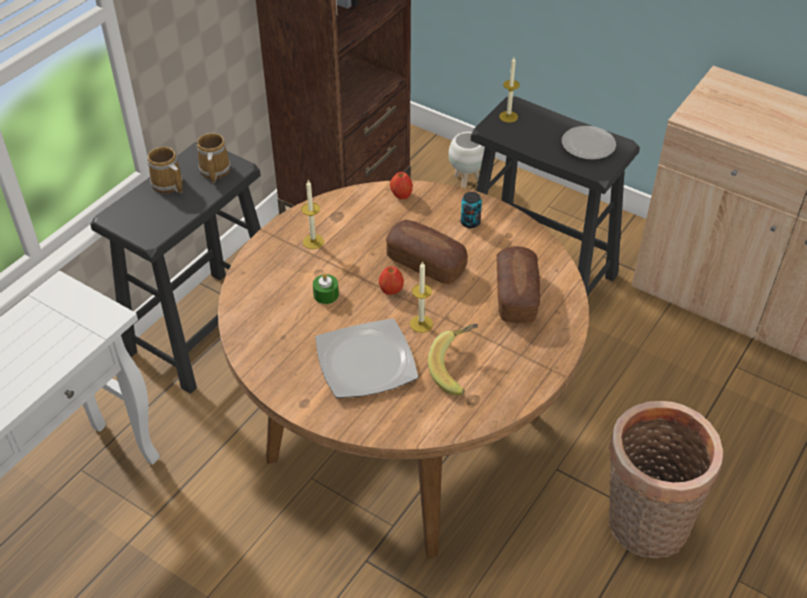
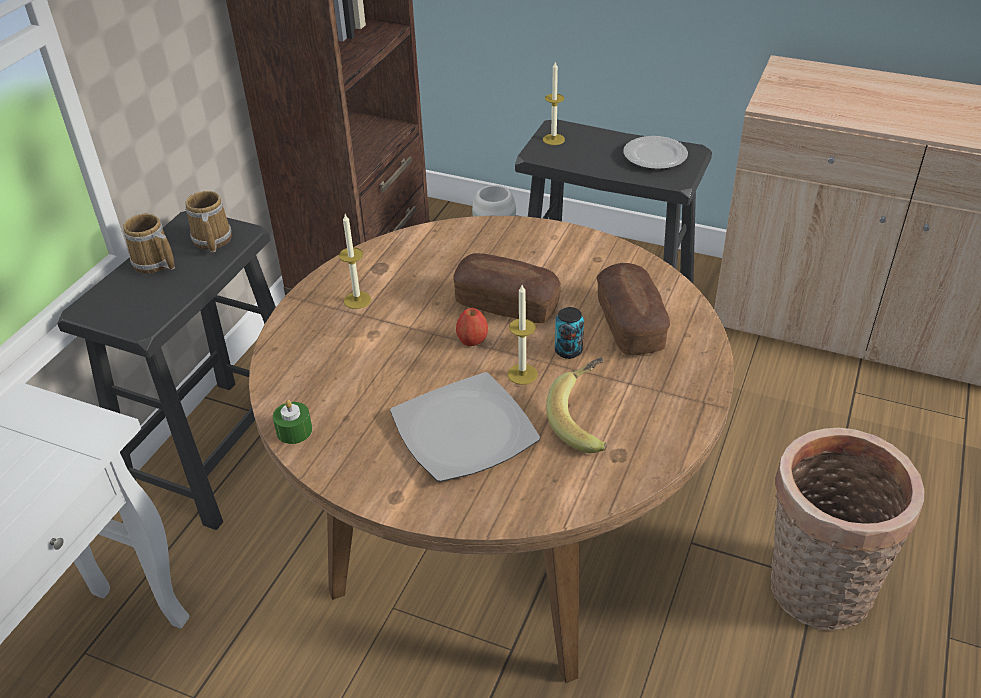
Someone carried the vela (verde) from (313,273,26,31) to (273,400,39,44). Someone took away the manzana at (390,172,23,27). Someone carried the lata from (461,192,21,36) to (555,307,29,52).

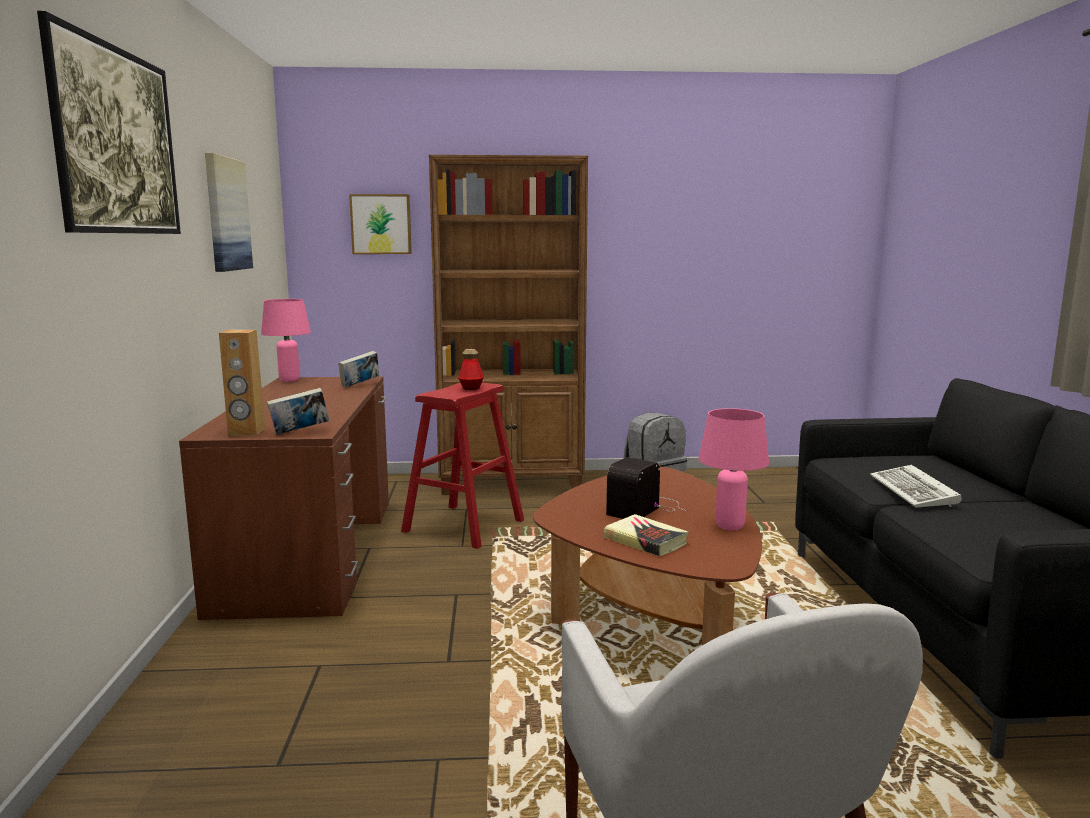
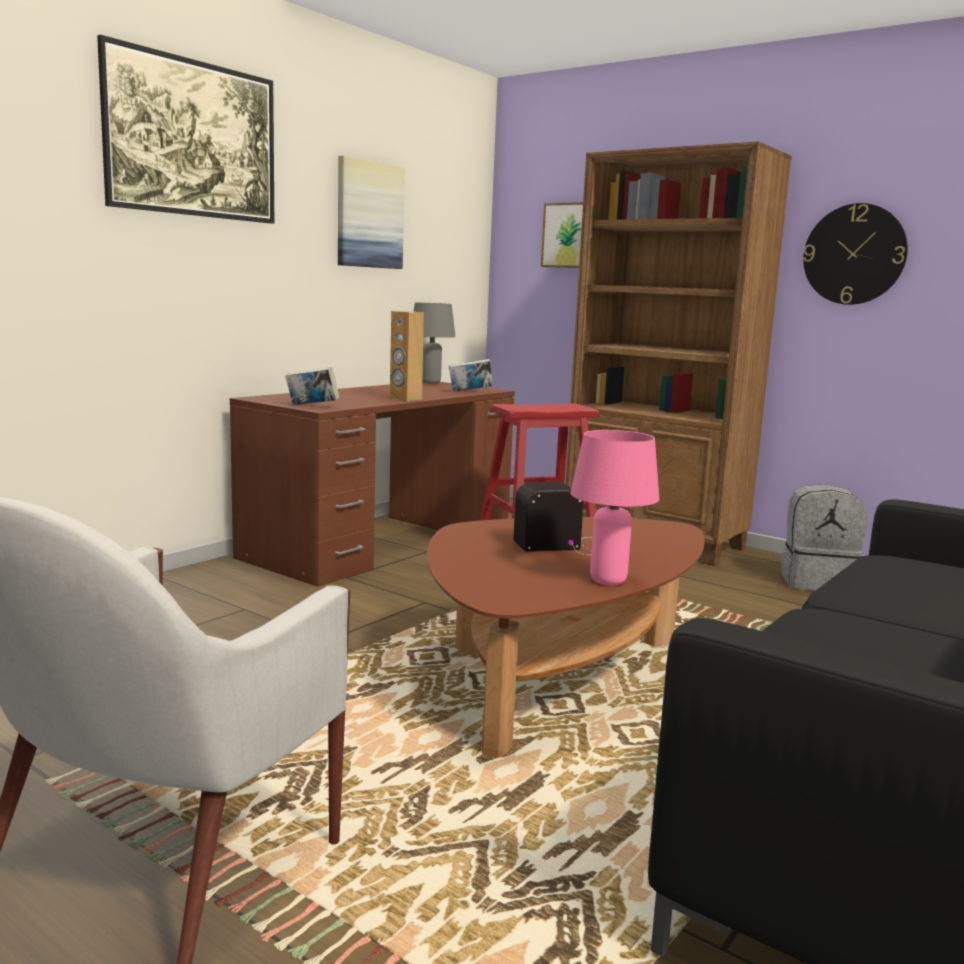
Someone carried the altavoz (marrón) from (219,330,46,106) to (390,311,34,90). Someone repainted the lámpara de mesa (rosa) at (261,299,50,83), which became the lámpara de mesa (gris) at (413,303,42,81). Someone took away the botella at (458,349,26,41). Someone took away the libro at (603,514,85,42). Someone took away the teclado at (870,465,92,42). Someone put up the reloj de pared at (803,203,105,102).

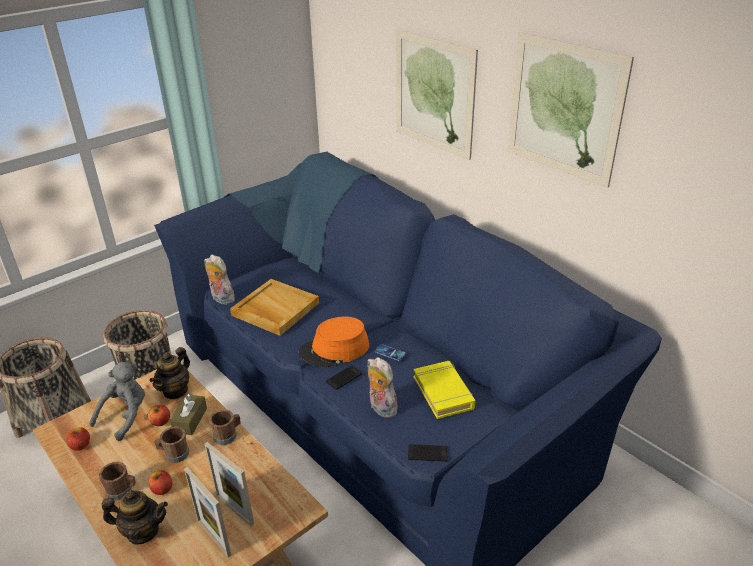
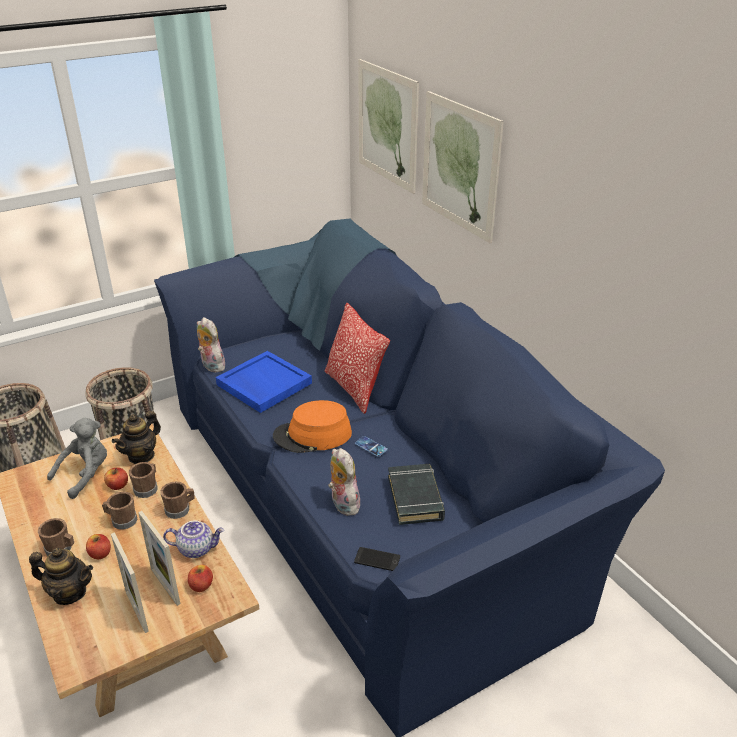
Someone carried the manzana from (67,427,23,24) to (188,565,25,27). Someone swapped the caja de pañuelos (marrón) at (170,393,37,42) for the taza grande (marrón) at (129,462,29,36). Someone repainted the bandeja (beis) at (230,279,89,57), which became the bandeja (azul) at (216,351,96,62). Someone took away the móvil at (326,365,36,25). Someone repainted the libro (amarillo) at (414,361,62,58), which became the libro (negro) at (388,464,57,61). Someone carried the cuadro from (507,32,127,156) to (358,59,61,135). Someone put down the tetera at (163,520,61,38). Someone put down the cojín at (324,302,66,112).

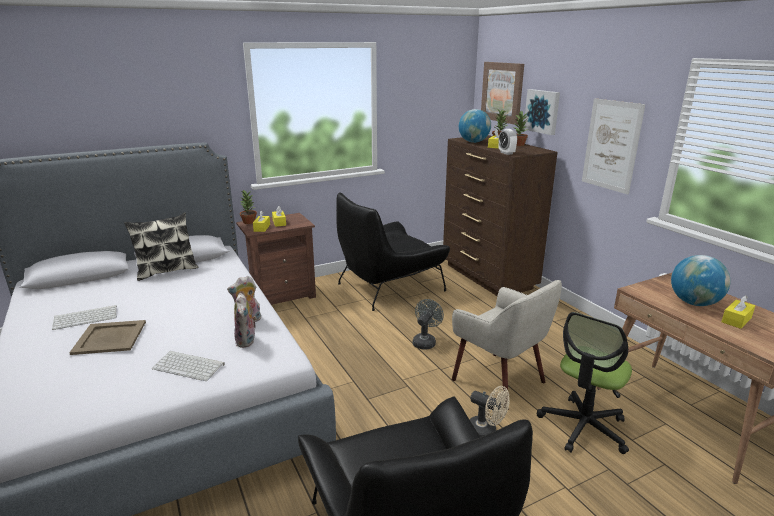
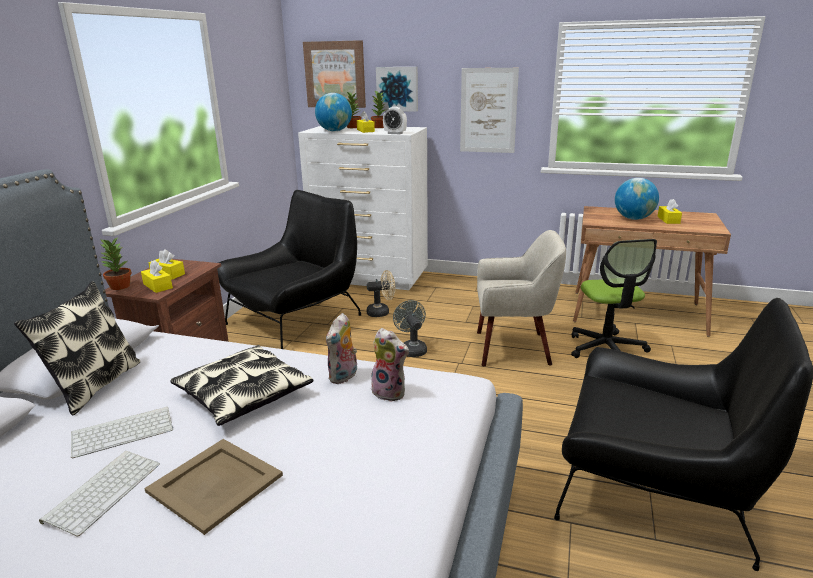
Someone carried the teclado from (152,351,73,30) to (71,407,102,51). Someone rotated the sillón (negro) at (336,193,114,118) by 150 degrees counterclockwise. Someone repainted the cómoda (marrón) at (443,135,114,161), which became the cómoda (blanco) at (298,126,130,164). Someone carried the ventilador (beis) from (470,386,40,51) to (367,270,28,47). Someone put down the cojín at (170,345,143,81).

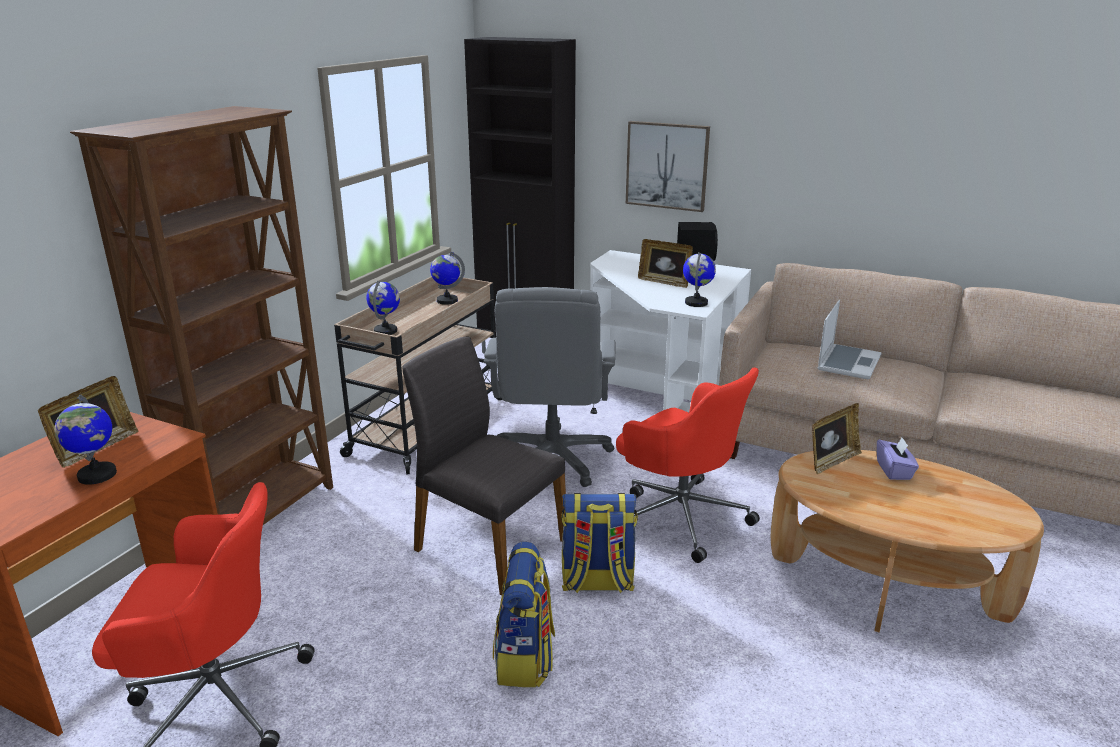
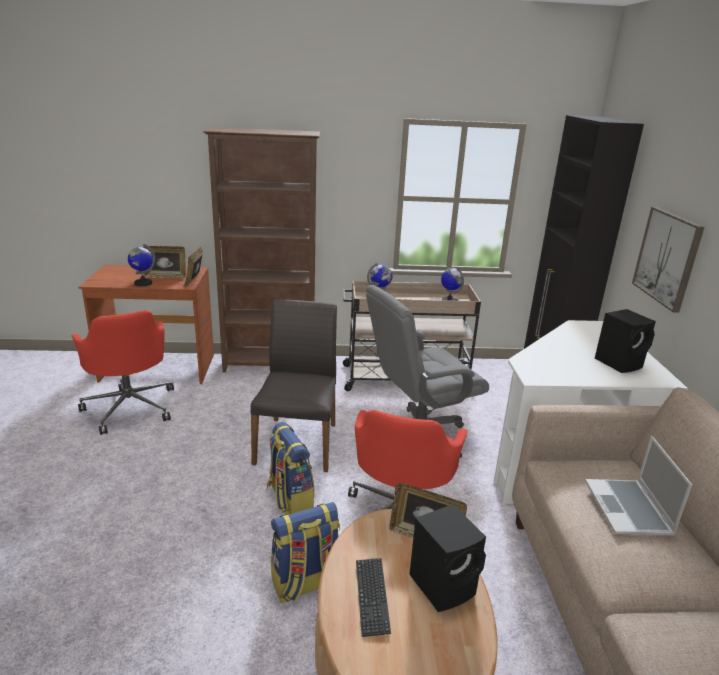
Someone carried the mochila from (493,542,62,145) to (271,502,69,101). Someone carried the portarretratos from (638,239,55,49) to (184,246,19,41). Someone took away the globo terráqueo at (683,252,33,55). Someone rotated the portátil at (817,300,65,80) by 90 degrees clockwise. Someone swapped the caja de pañuelos (morado) at (877,437,42,43) for the altavoz (negro) at (409,504,77,108). Someone put down the teclado at (356,558,35,79).

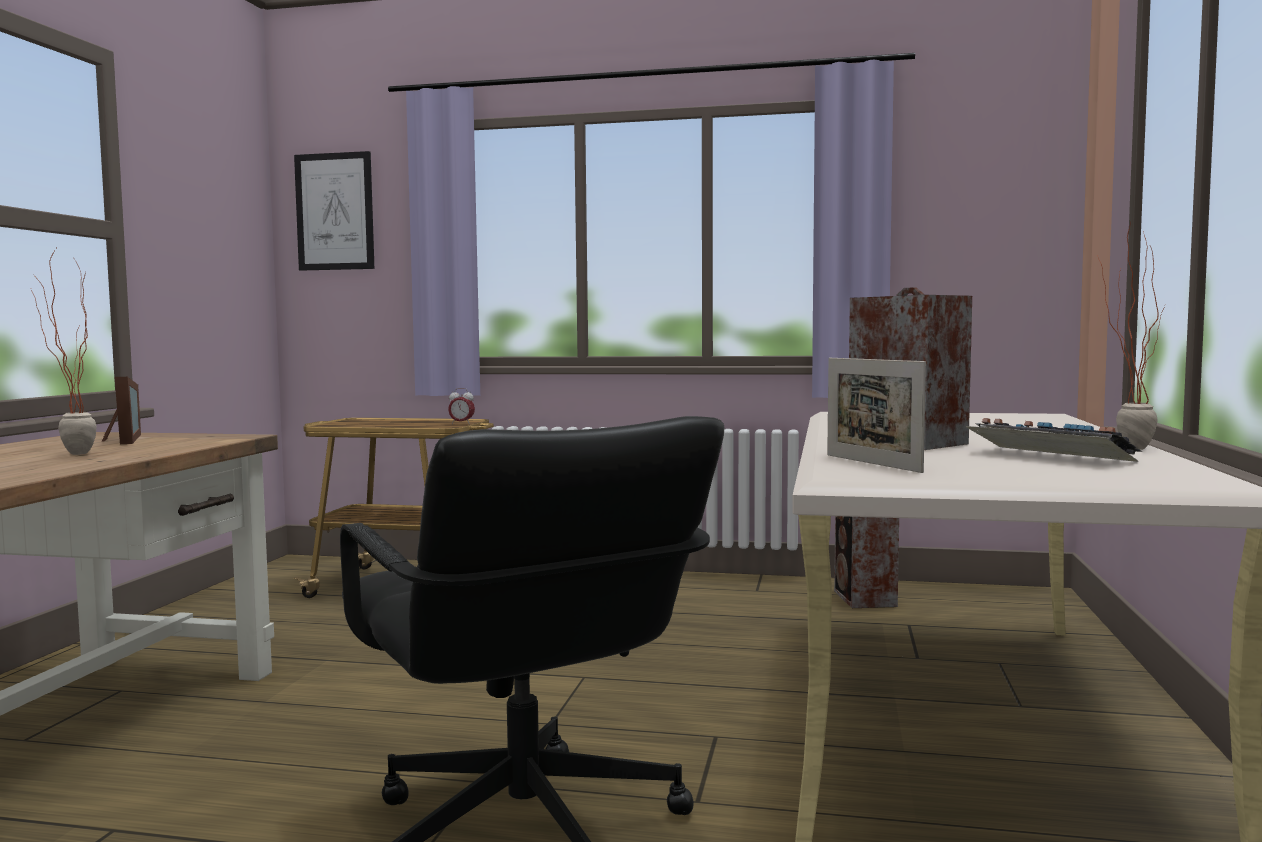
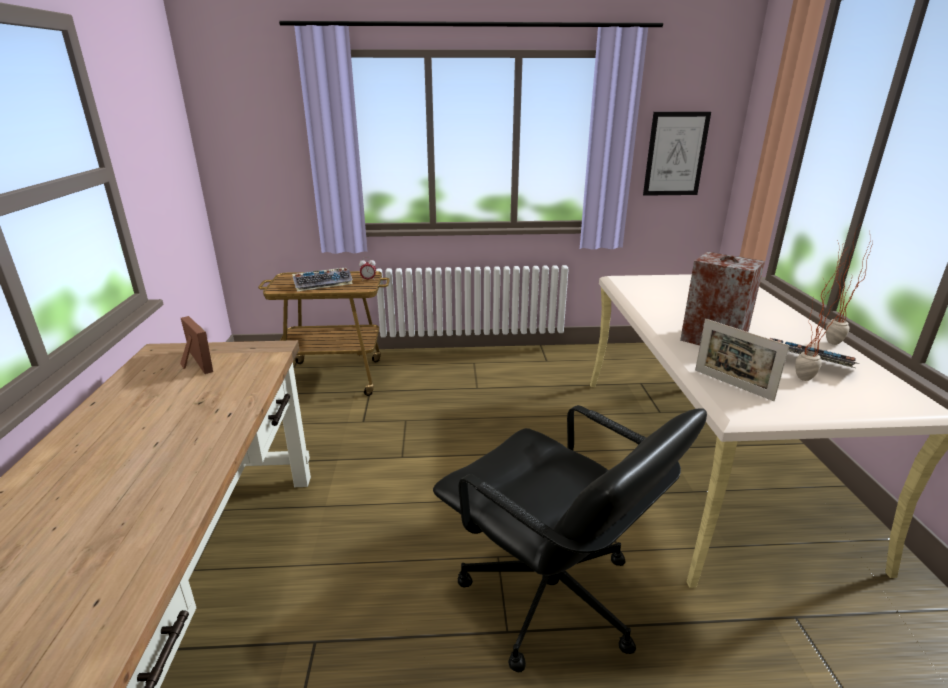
Someone carried the planta en maceta from (31,246,66,209) to (795,251,57,130). Someone carried the cuadro from (294,151,80,120) to (643,112,68,84). Someone took away the altavoz at (834,516,65,92). Someone put down the teclado at (292,268,61,24).

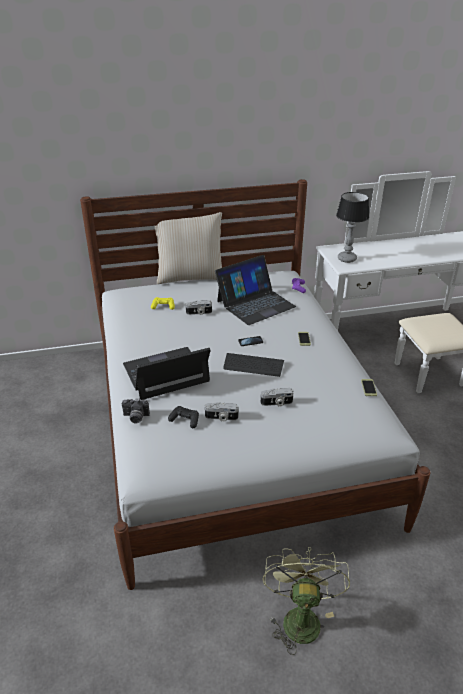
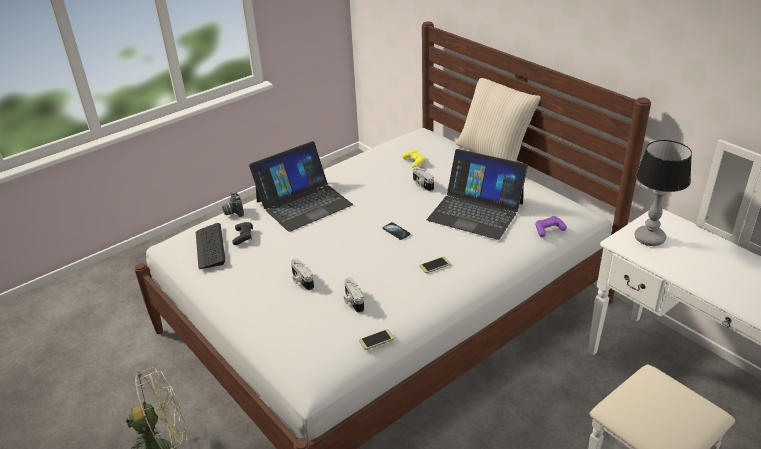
Someone rotated the portátil at (123,347,88,53) by 105 degrees clockwise. Someone carried the cámara from (205,402,34,20) to (344,277,20,36). Someone carried the teclado from (223,353,61,24) to (196,223,30,46).

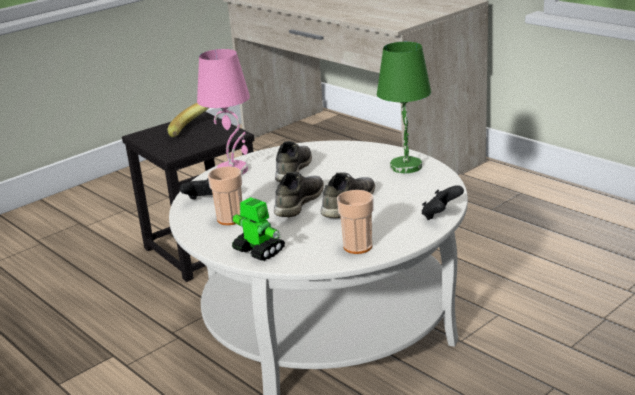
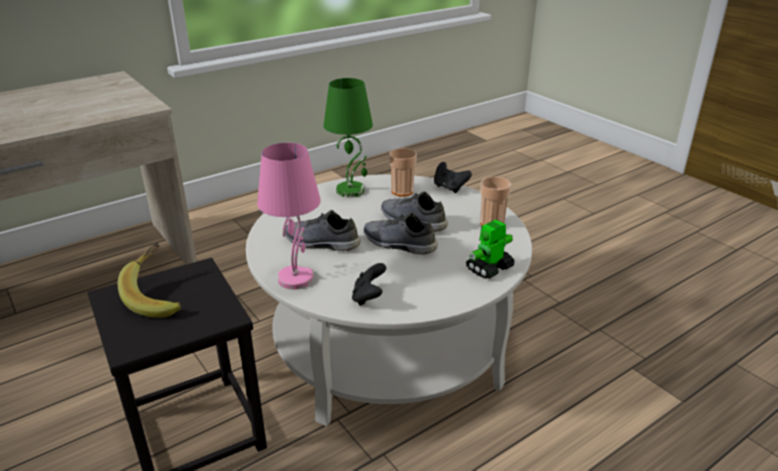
Someone carried the taza from (208,166,34,59) to (389,148,28,49).

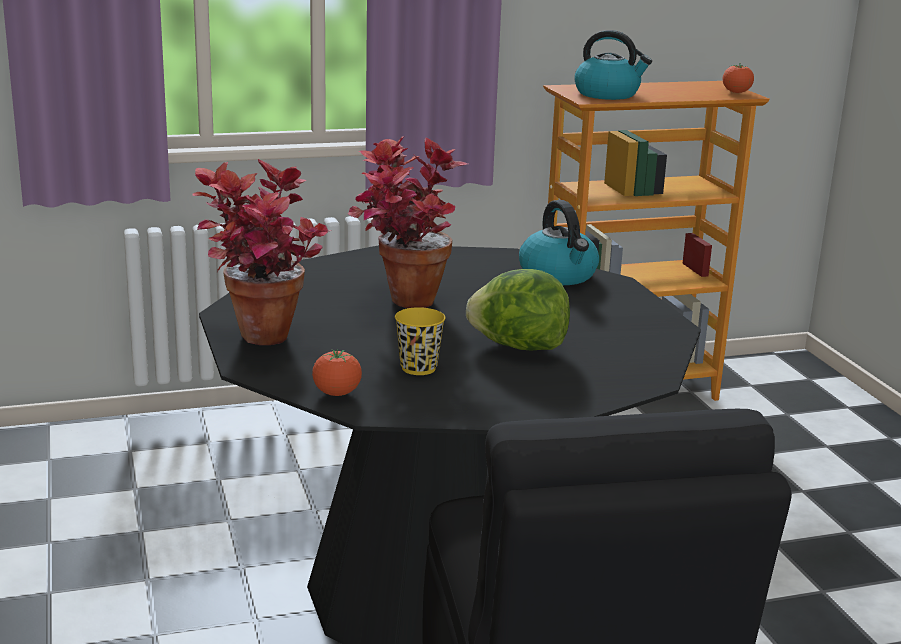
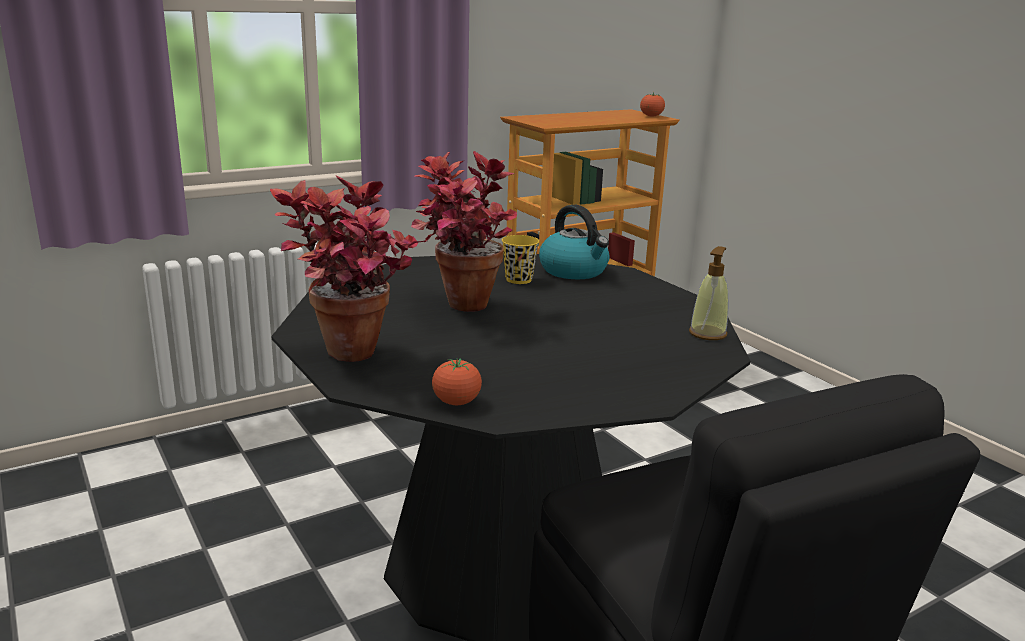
Someone carried the taza (amarillo) from (395,307,50,68) to (502,235,37,49). Someone took away the lechuga at (466,269,104,81). Someone took away the hervidor at (574,30,78,70). Someone put down the dispensador de jabón at (689,246,39,94).

